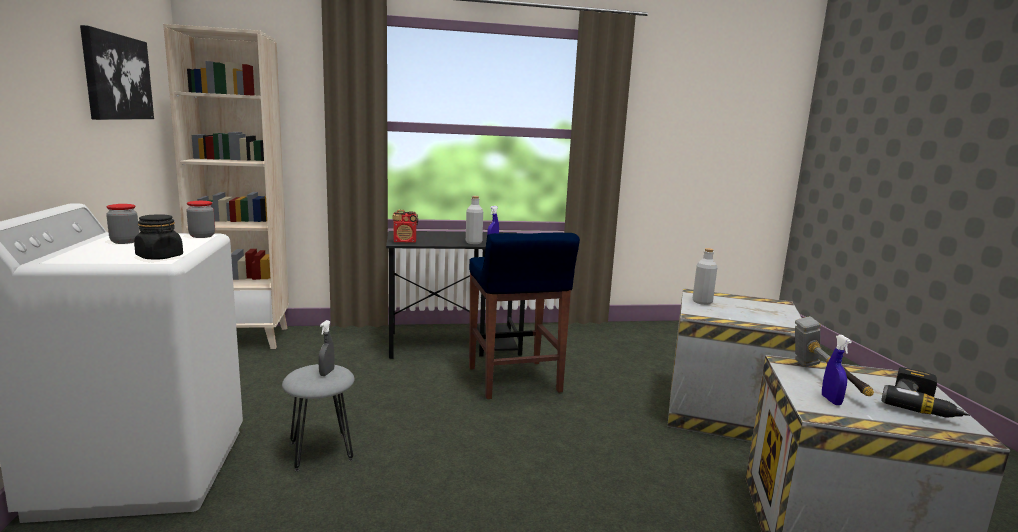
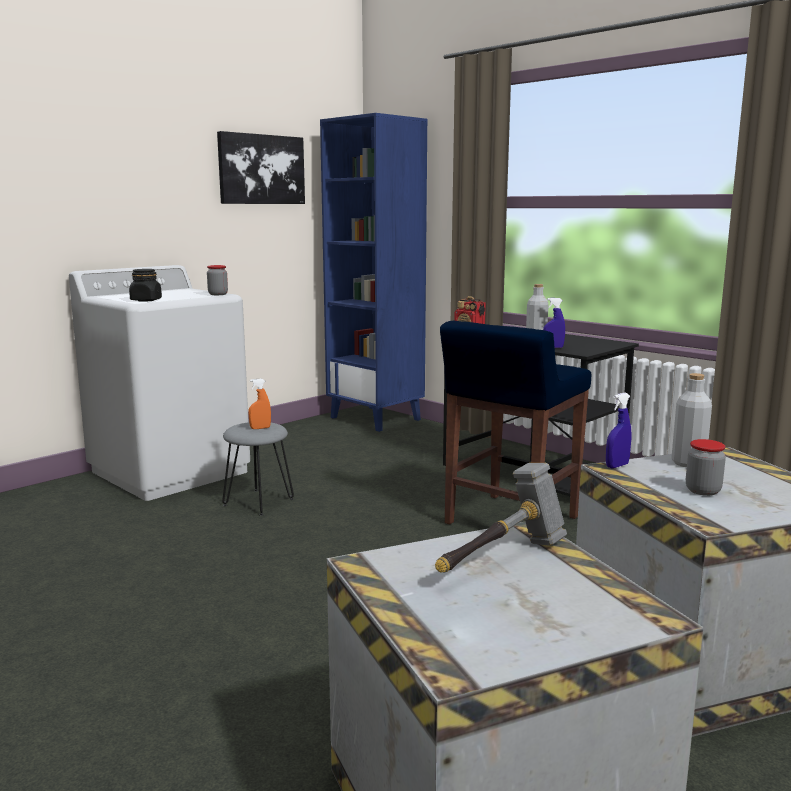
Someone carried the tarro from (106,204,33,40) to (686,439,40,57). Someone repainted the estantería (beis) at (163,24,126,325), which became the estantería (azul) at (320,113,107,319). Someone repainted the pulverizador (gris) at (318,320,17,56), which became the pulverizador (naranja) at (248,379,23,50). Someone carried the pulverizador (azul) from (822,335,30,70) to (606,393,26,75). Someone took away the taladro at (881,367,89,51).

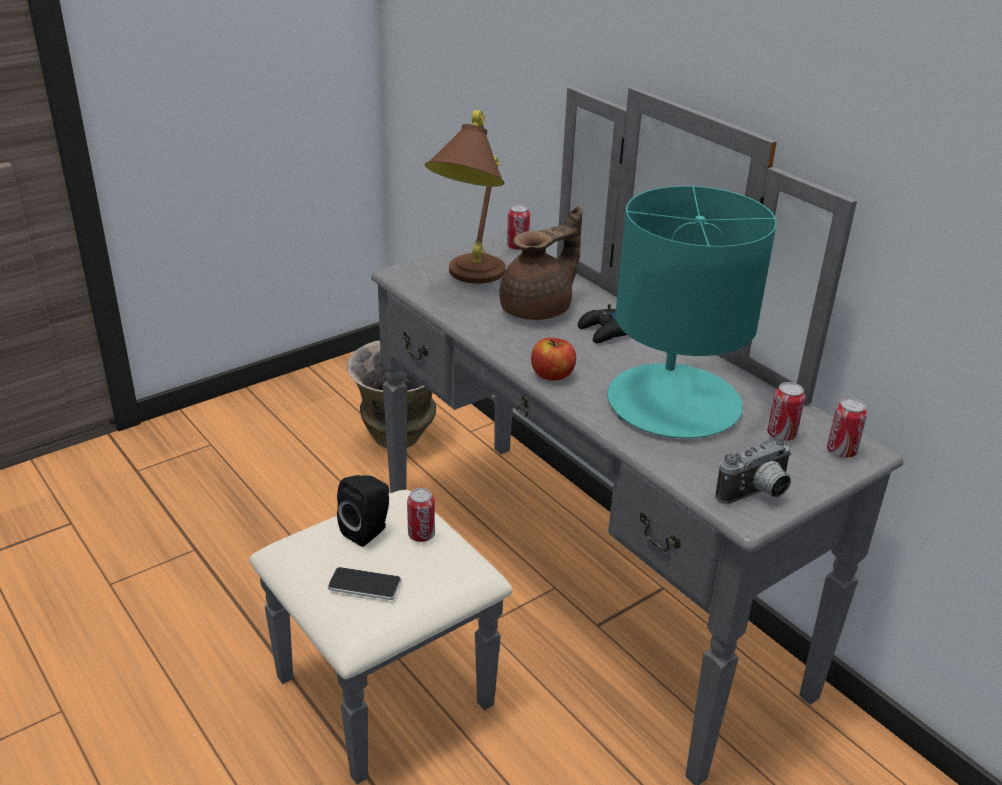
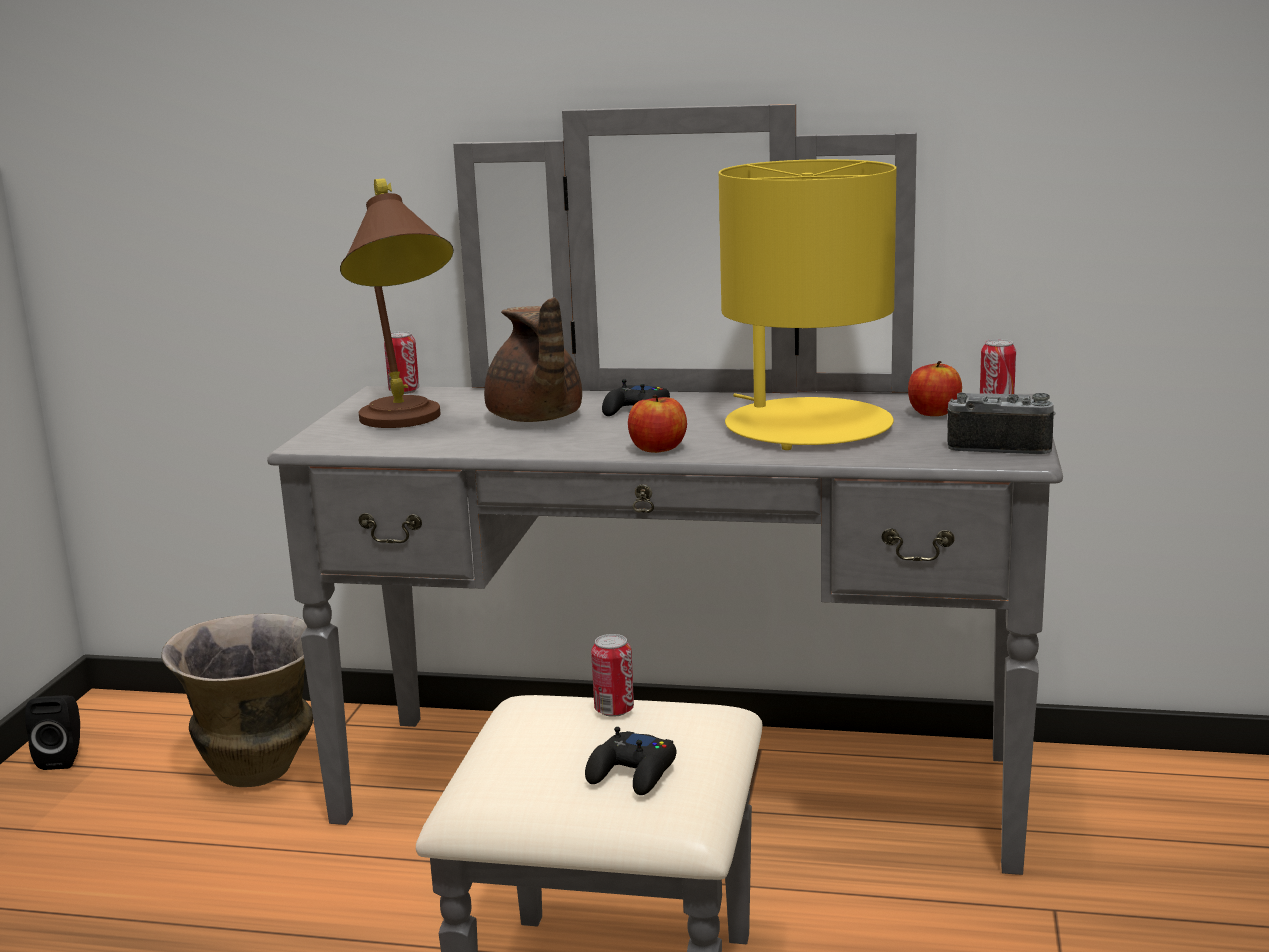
Someone swapped the móvil at (328,567,74,33) for the mando de consola (negro) at (585,727,92,68). Someone carried the altavoz (negro) from (337,475,52,72) to (25,695,55,75). Someone rotated the tetera (marrón) at (499,206,83,114) by 150 degrees clockwise. Someone repainted the lámpara de mesa (turquesa) at (607,186,170,252), which became the lámpara de mesa (amarillo) at (719,159,178,291). Someone rotated the cámara at (715,438,77,66) by 90 degrees counterclockwise. Someone swapped the lata at (767,382,38,59) for the manzana at (908,361,54,55).

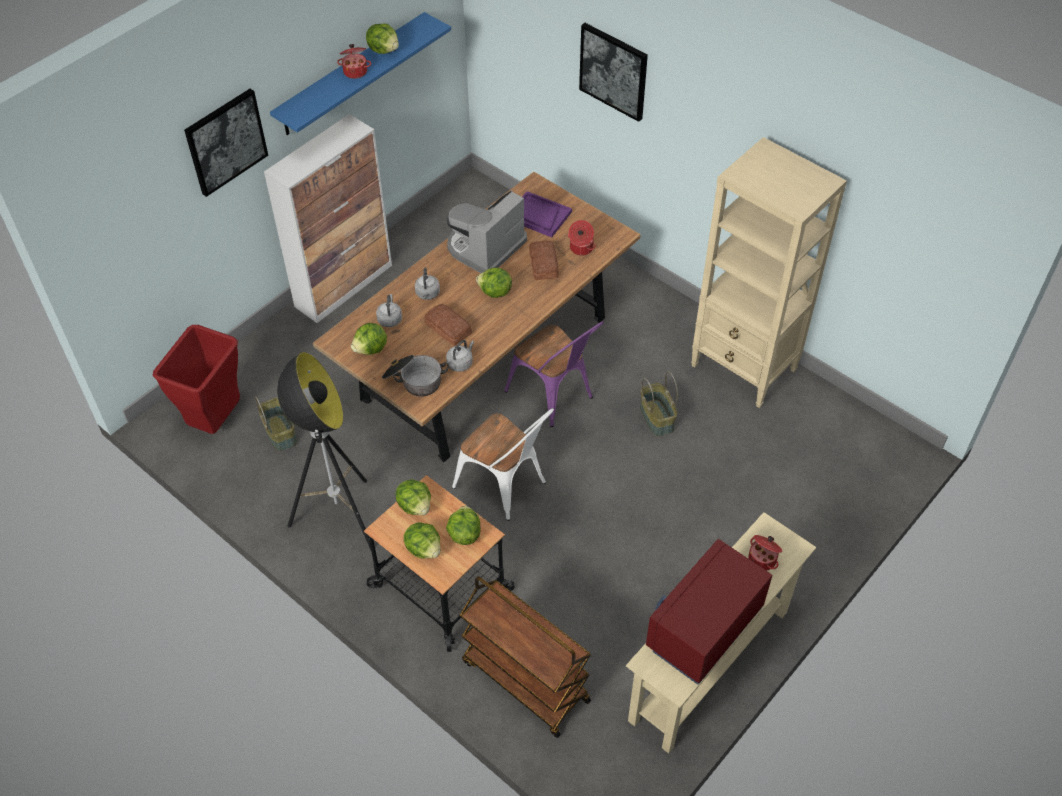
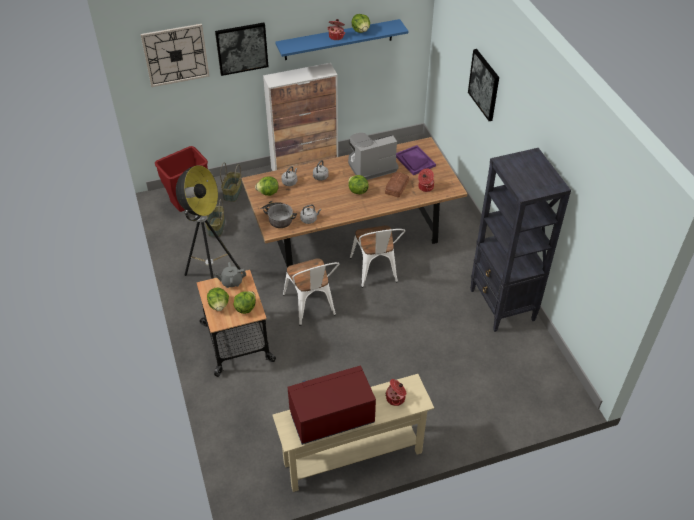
Someone swapped the lechuga at (395,479,36,36) for the tetera (gris) at (215,262,31,26). Someone took away the pan at (424,304,48,42). Someone took away the carrito (marrón) at (459,576,132,162). Someone repainted the silla (morado) at (504,321,100,106), which became the silla (blanco) at (350,225,55,63). Someone carried the cesta from (640,371,38,66) to (220,162,22,40). Someone repainted the estantería (beis) at (691,137,156,271), which became the estantería (negro) at (470,148,101,184). Someone put up the reloj de pared at (141,24,68,63).

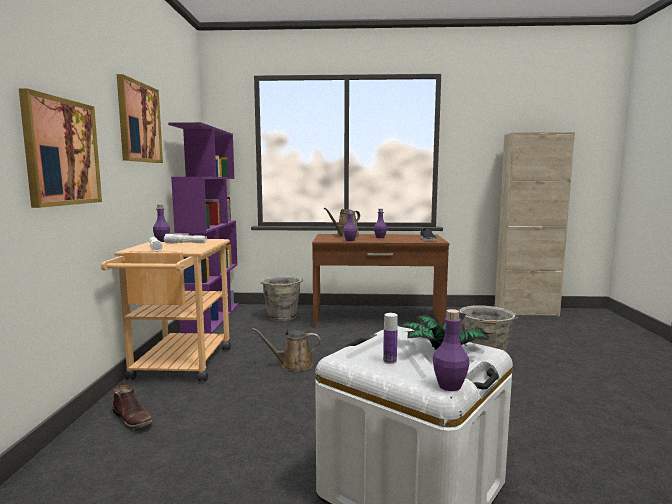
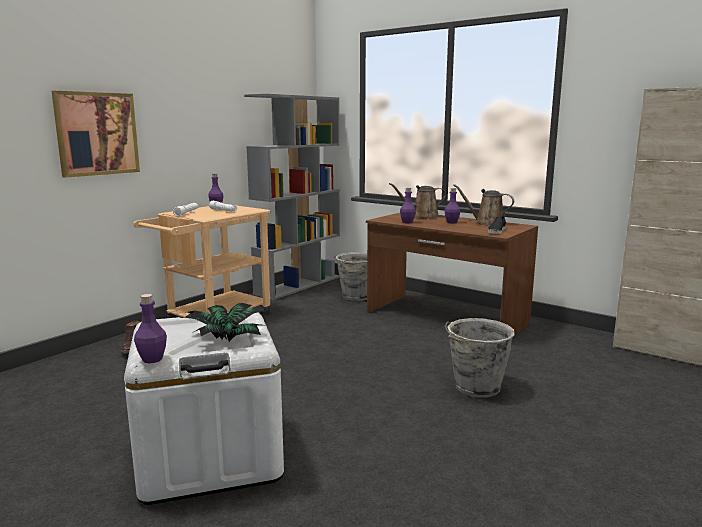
Someone took away the cuadro at (117,74,46,89). Someone repainted the estantería (morado) at (168,122,71,213), which became the estantería (gris) at (244,94,96,206). Someone carried the regadera (marrón) from (252,328,68,43) to (453,184,61,42). Someone took away the botella at (383,313,15,51).

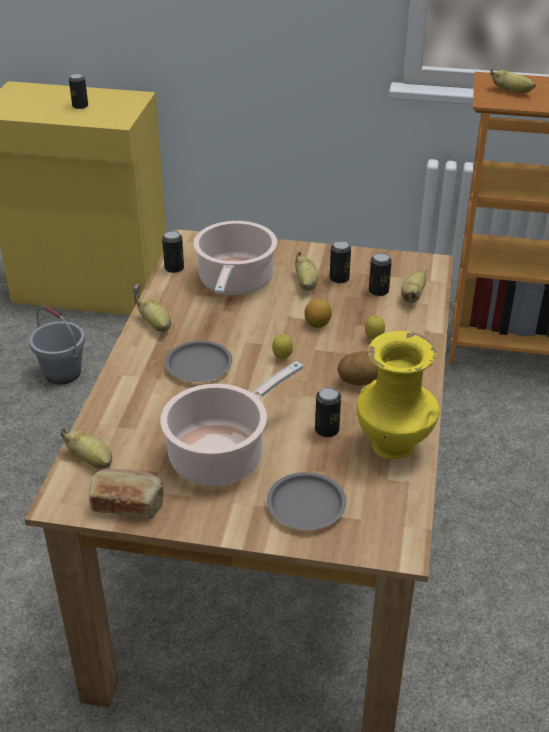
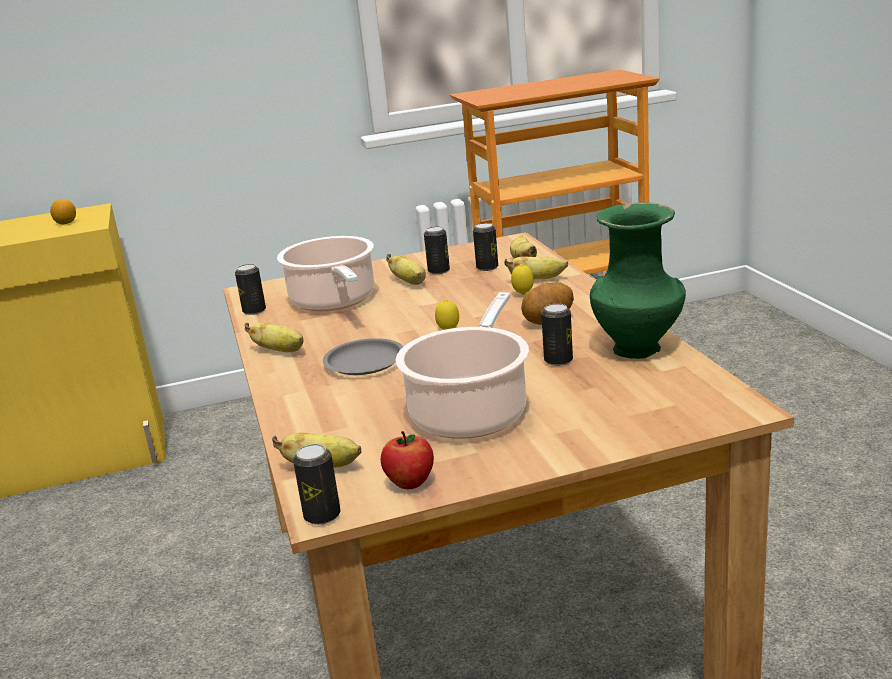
Someone took away the cubo (gris) at (29,306,56,79). Someone carried the lata from (69,73,19,36) to (293,444,47,81). Someone swapped the pan at (89,469,75,50) for the manzana at (381,431,53,58). Someone took away the plato (gris) at (267,472,80,58). Someone carried the limón from (304,299,28,29) to (50,199,26,26). Someone repainted the florero (amarillo) at (357,331,83,129), which became the florero (verde) at (590,202,96,157). Someone carried the plátano from (490,69,46,24) to (504,257,64,23).

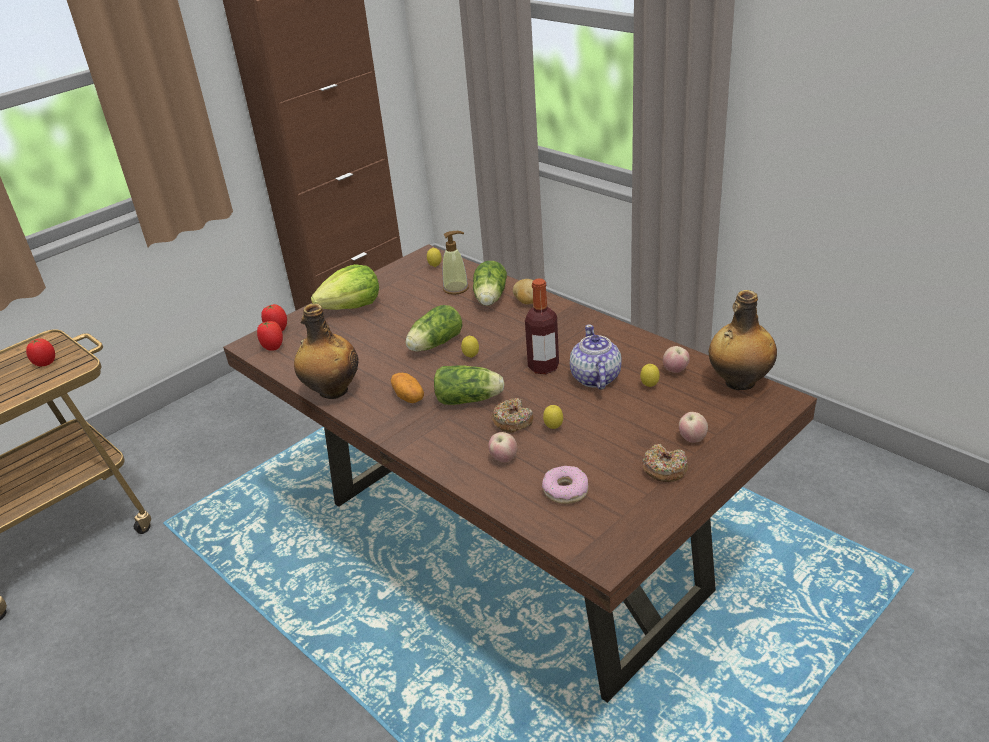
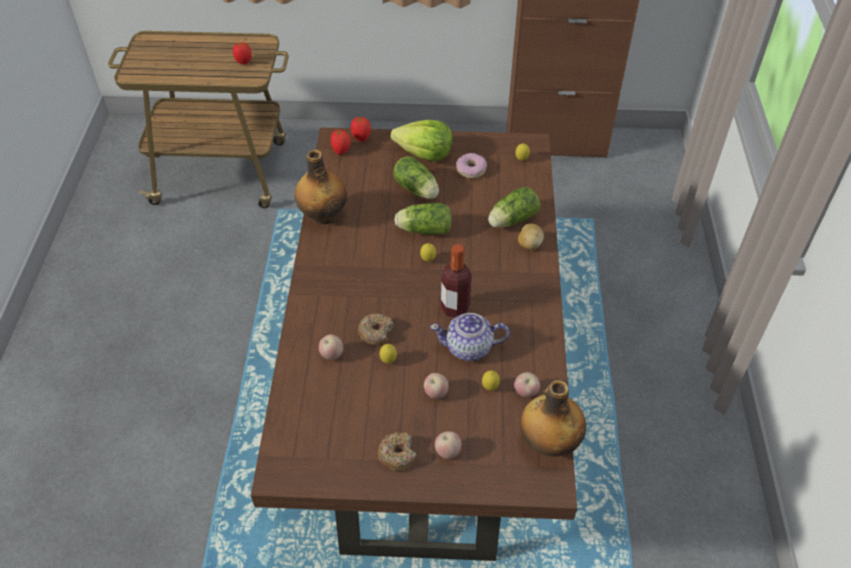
Someone took away the patata at (391,373,33,30). Someone carried the lechuga from (434,365,71,40) to (393,156,46,43). Someone took away the dispensador de jabón at (443,231,26,64). Someone carried the rosquilla from (542,466,47,38) to (456,153,31,26). Someone rotated the tetera at (570,325,52,65) by 135 degrees counterclockwise. Someone put down the manzana at (424,373,25,26).

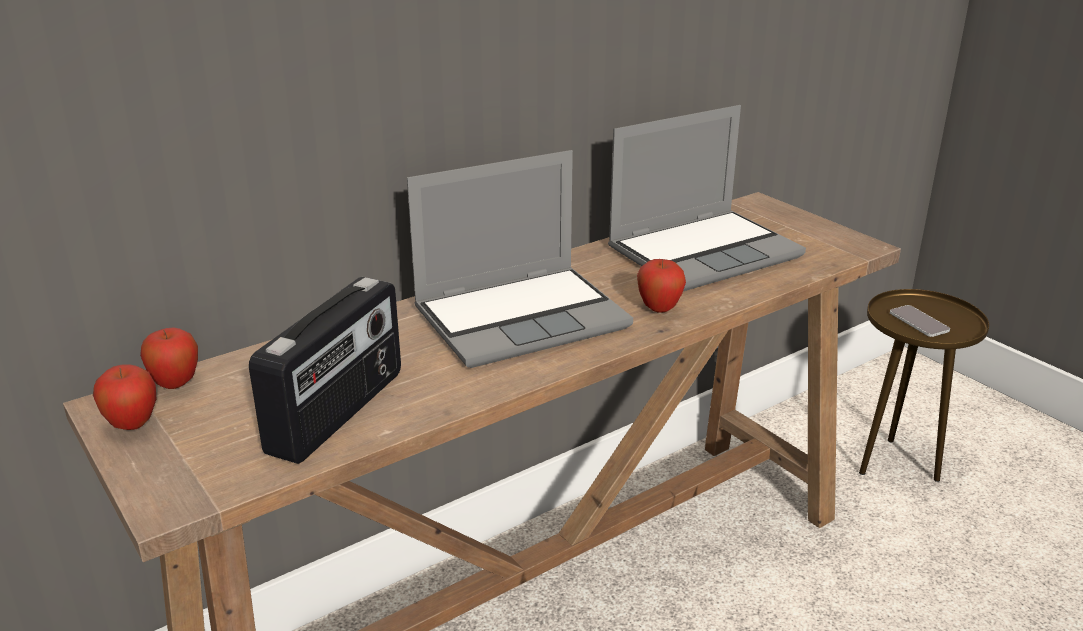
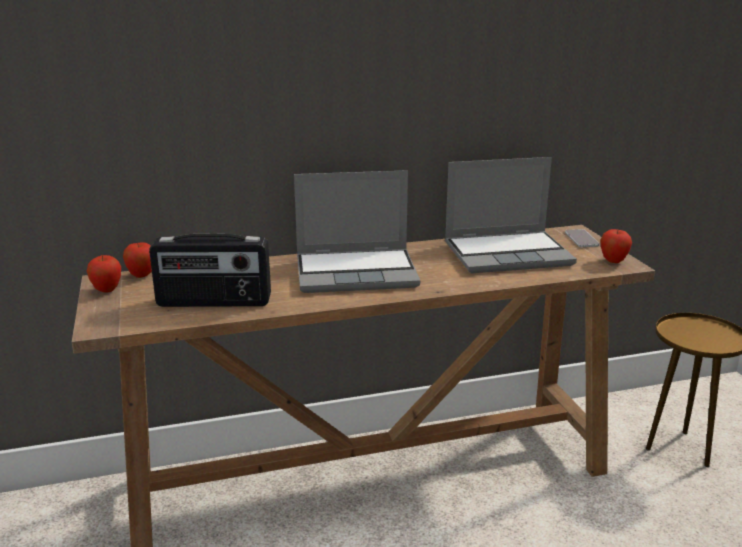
Someone rotated the radio at (249,277,152,187) by 45 degrees clockwise. Someone carried the manzana from (637,259,49,54) to (600,229,32,34). Someone carried the móvil from (890,305,60,32) to (565,229,34,18).

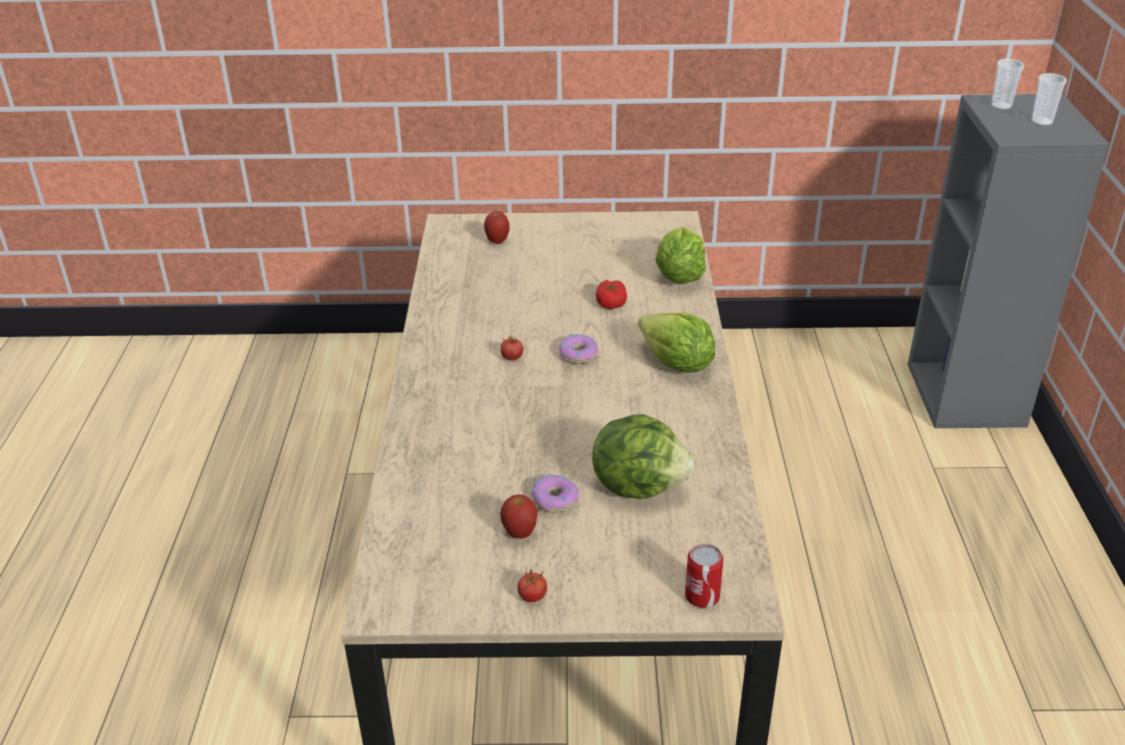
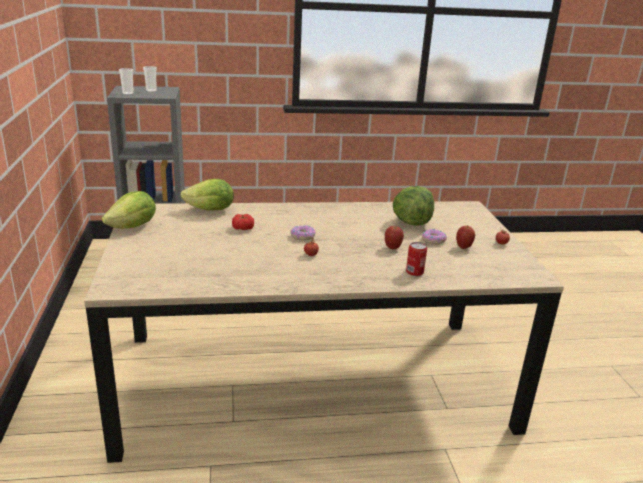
Someone carried the manzana from (484,211,26,33) to (385,226,19,23). Someone carried the lechuga from (638,313,77,60) to (102,191,54,38). Someone carried the lata from (685,544,38,64) to (406,242,21,34).

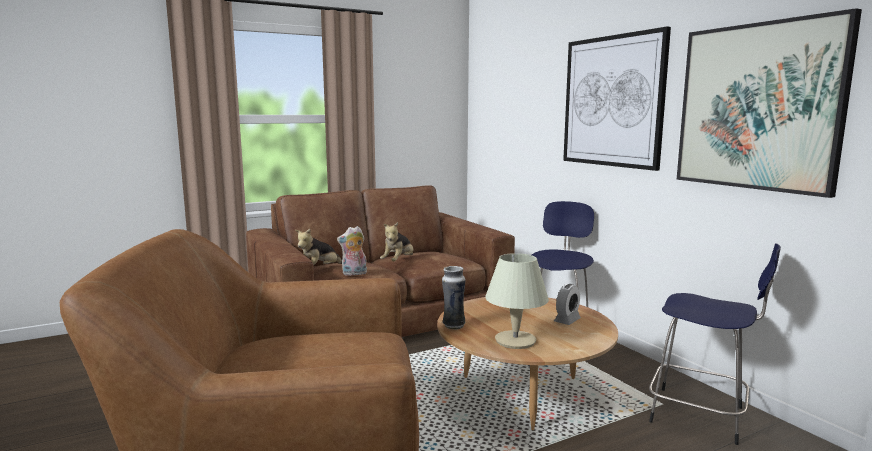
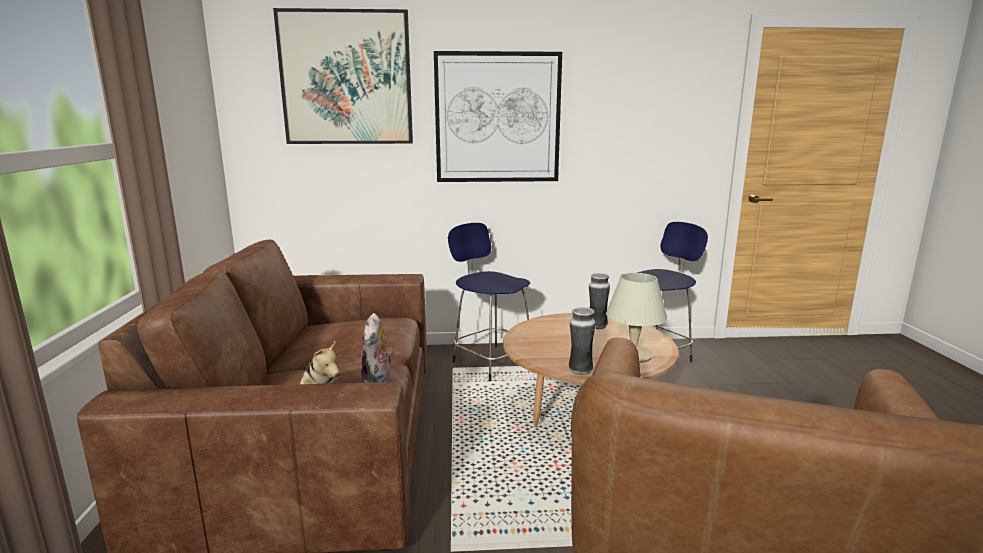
Someone took away the peluche at (380,222,33,39). Someone swapped the despertador at (554,284,27,41) for the florero at (589,273,21,56). Someone carried the cuadro from (677,8,185,190) to (273,8,140,136).

